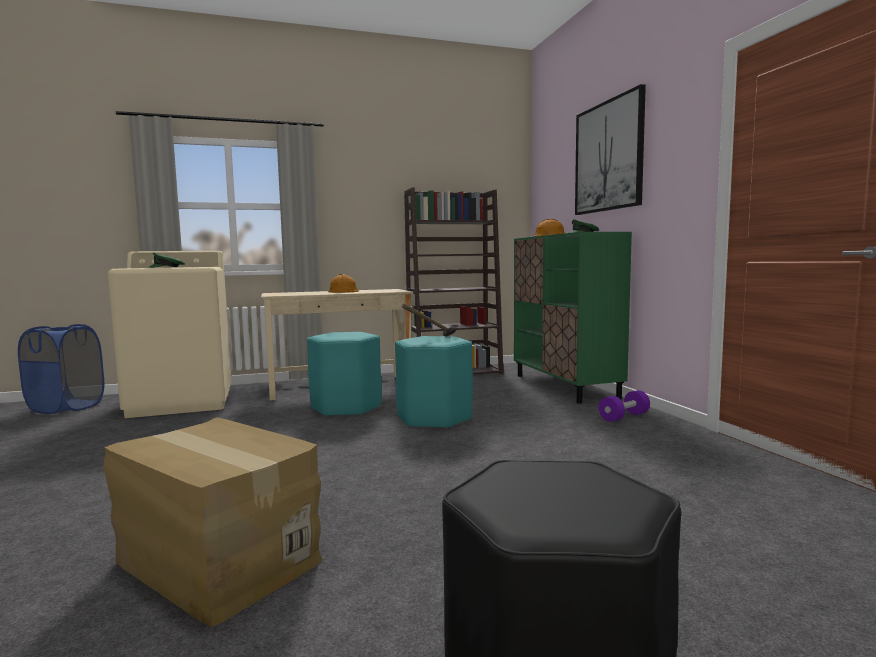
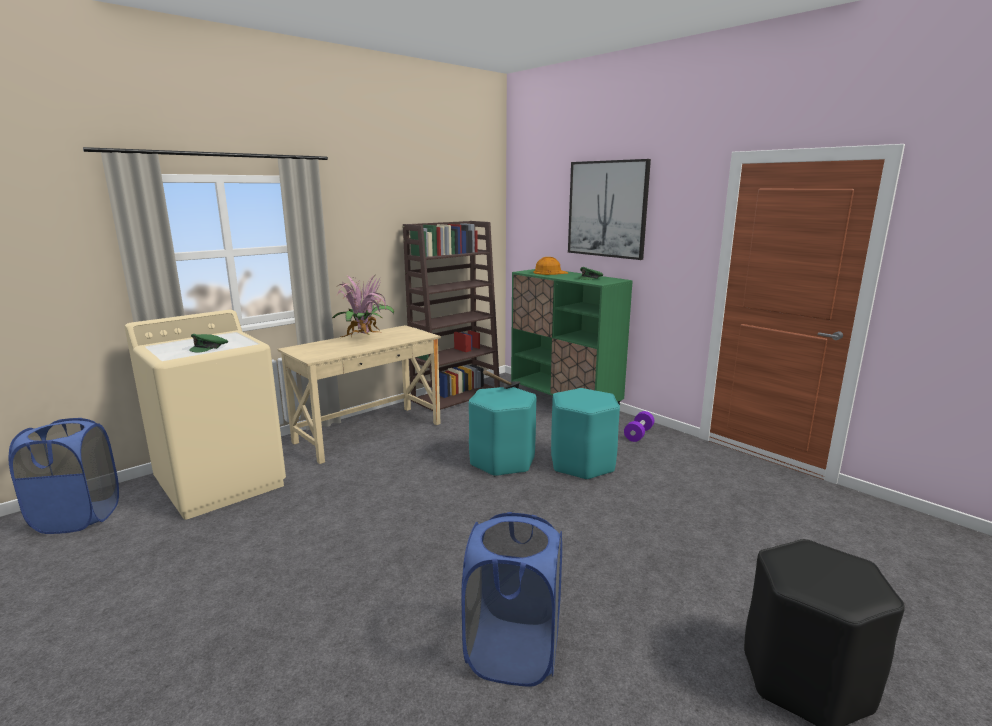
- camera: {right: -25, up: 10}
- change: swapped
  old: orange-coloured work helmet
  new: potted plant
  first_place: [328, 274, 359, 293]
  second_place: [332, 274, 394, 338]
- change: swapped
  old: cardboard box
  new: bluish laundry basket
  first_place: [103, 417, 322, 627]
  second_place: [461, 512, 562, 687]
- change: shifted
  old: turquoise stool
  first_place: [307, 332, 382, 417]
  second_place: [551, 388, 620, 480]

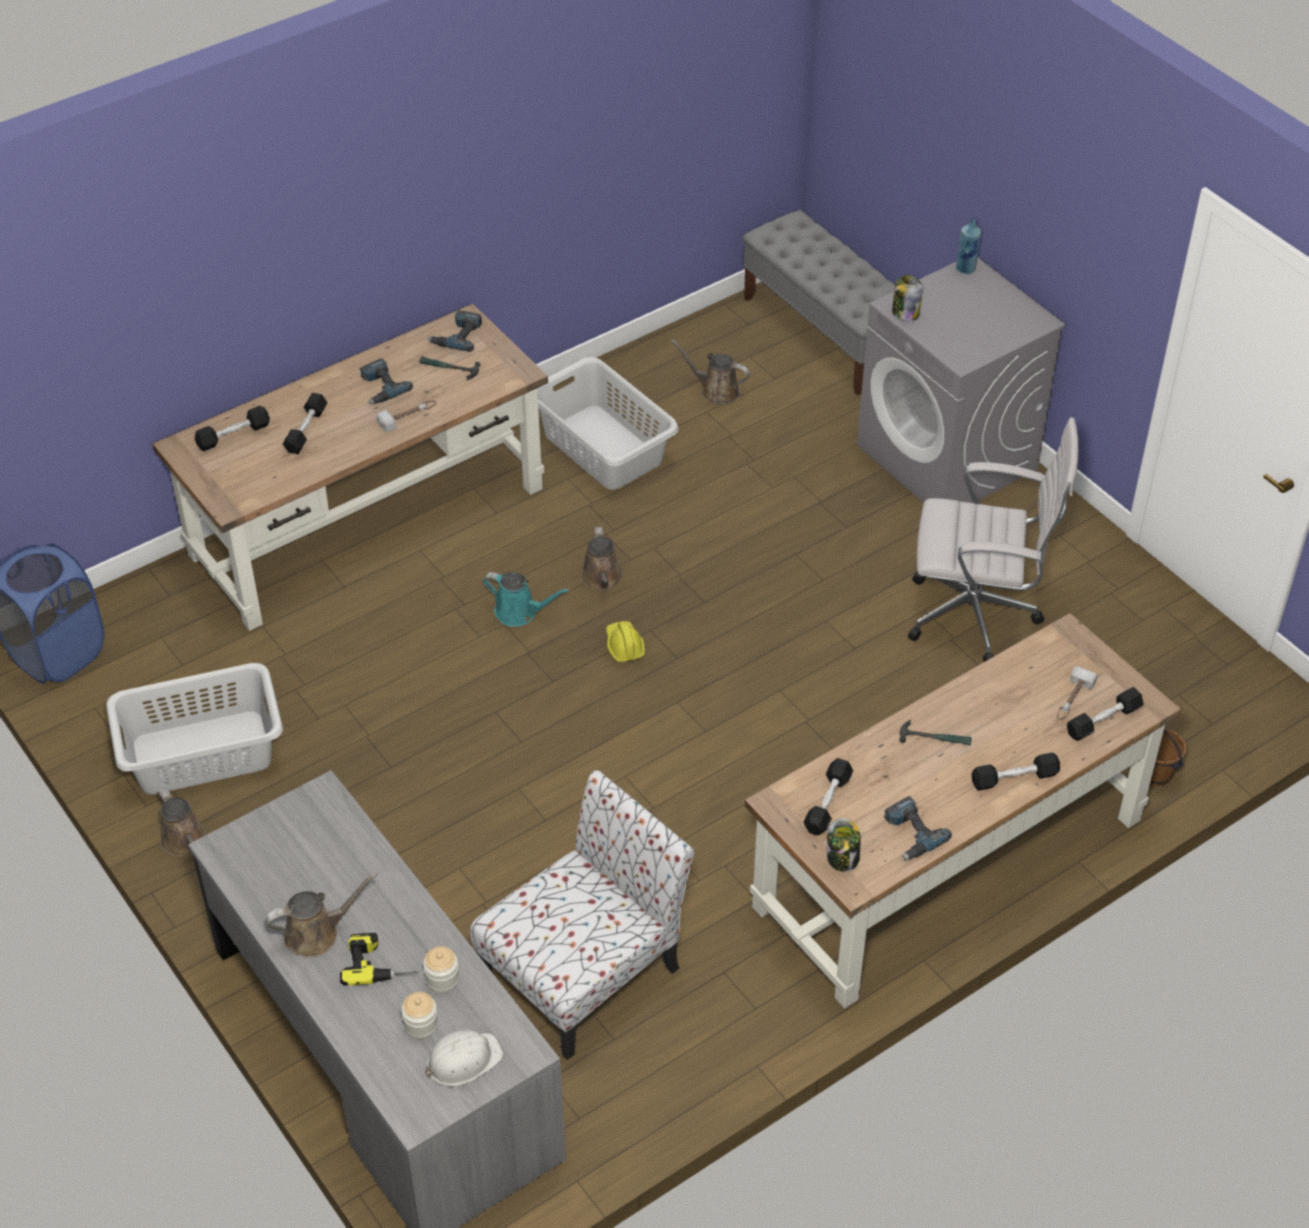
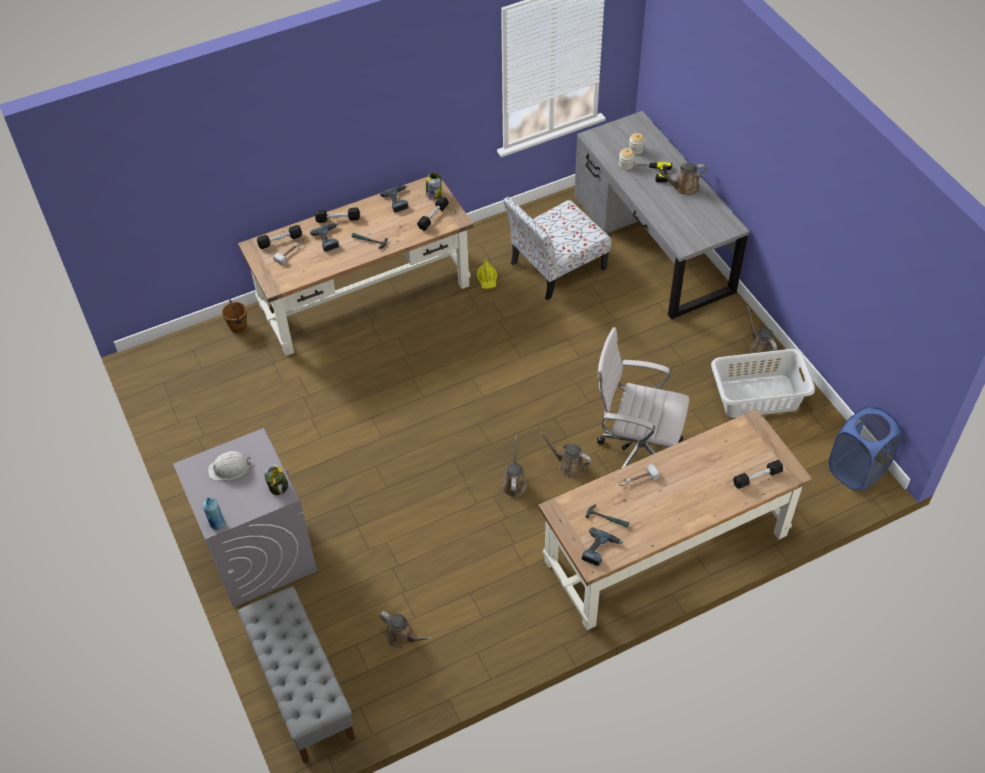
- camera: {right: -170, up: 5}
- change: shifted
  old: whitish work helmet
  first_place: [425, 1030, 503, 1086]
  second_place: [208, 451, 251, 480]
- change: shifted
  old: power drill
  first_place: [360, 359, 413, 404]
  second_place: [310, 223, 339, 252]
- change: shifted
  old: yellow-coloured work helmet
  first_place: [606, 621, 645, 662]
  second_place: [477, 261, 497, 289]
- change: repainted
  old: turquoise watering can
  new: brown-coloured watering can
  first_place: [483, 572, 569, 627]
  second_place: [539, 431, 592, 478]
- change: shifted
  old: whitish desk chair
  first_place: [908, 418, 1078, 662]
  second_place: [597, 327, 689, 468]
- change: gone
  old: black-coloured free weight
  first_place: [283, 393, 327, 454]
- change: gone
  old: grey laundry basket
  first_place: [538, 357, 679, 490]

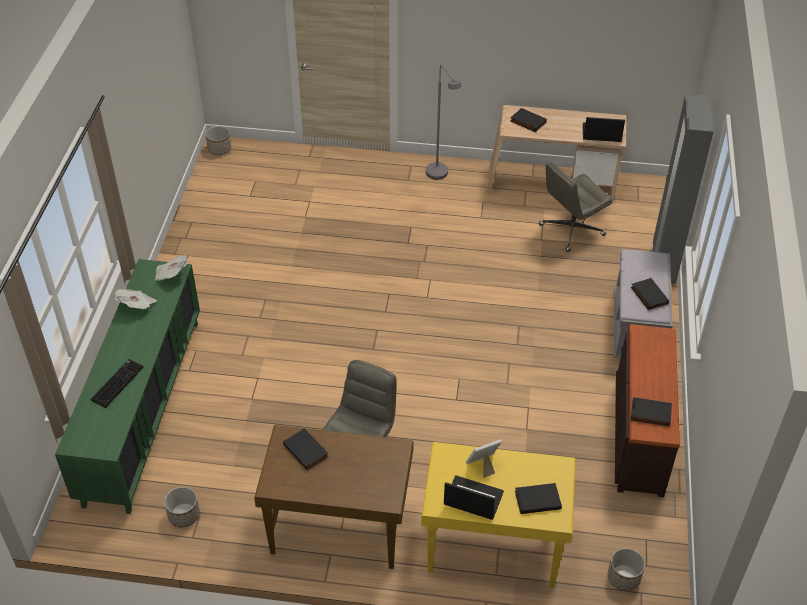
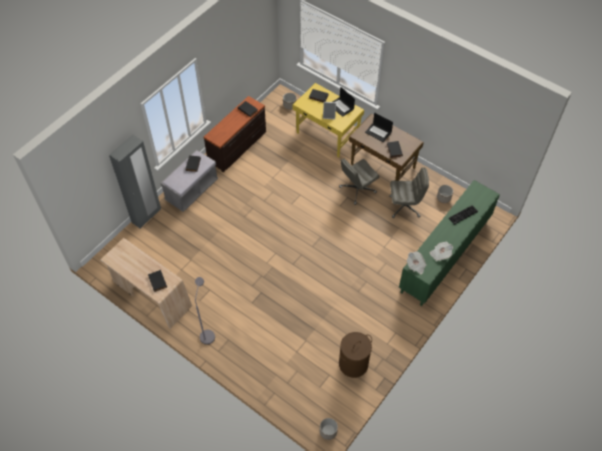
- camera: {right: -150, up: 10}
- change: new
  new: brown-coloured laundry basket
  second_place: [339, 332, 372, 378]
- change: shifted
  old: portable computer
  first_place: [583, 117, 625, 142]
  second_place: [365, 113, 393, 142]
- change: shifted
  old: grey desk chair
  first_place: [539, 162, 612, 252]
  second_place: [389, 167, 429, 218]

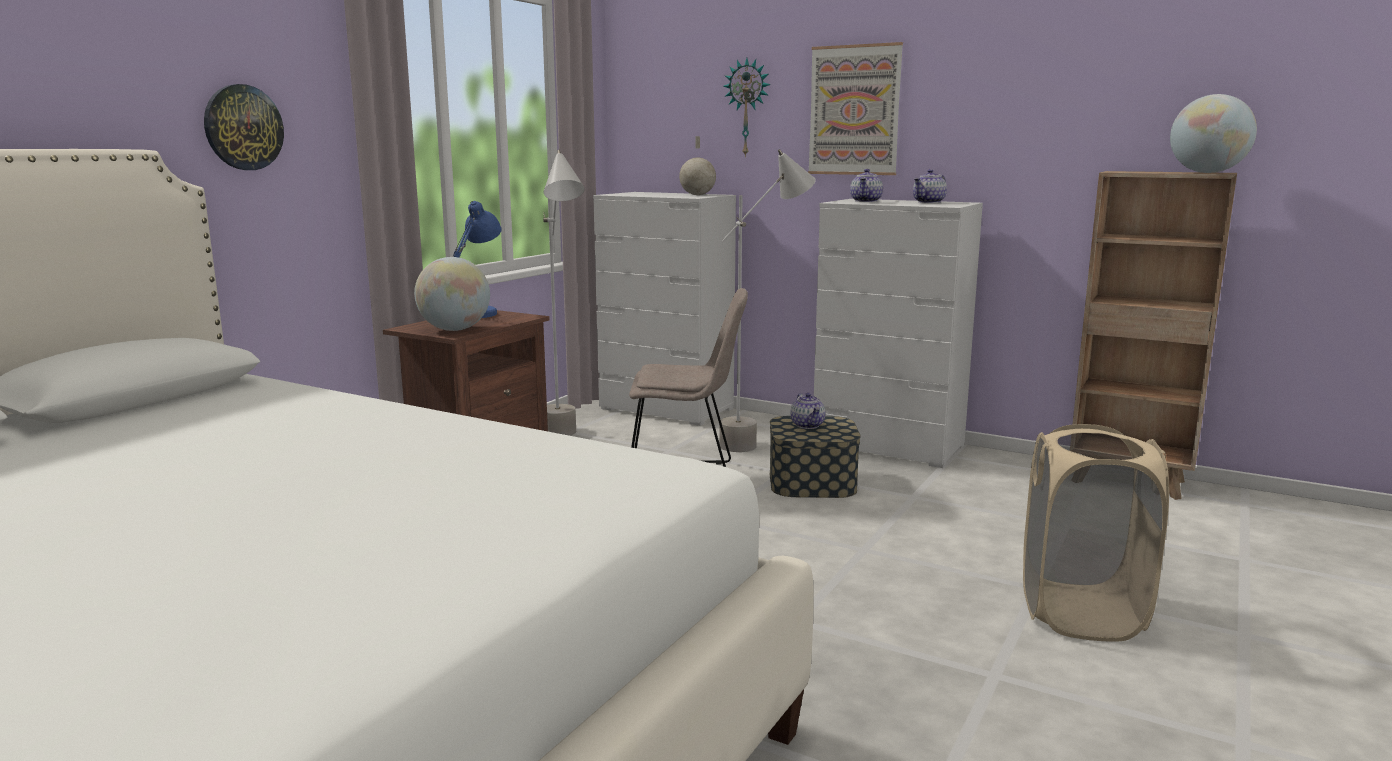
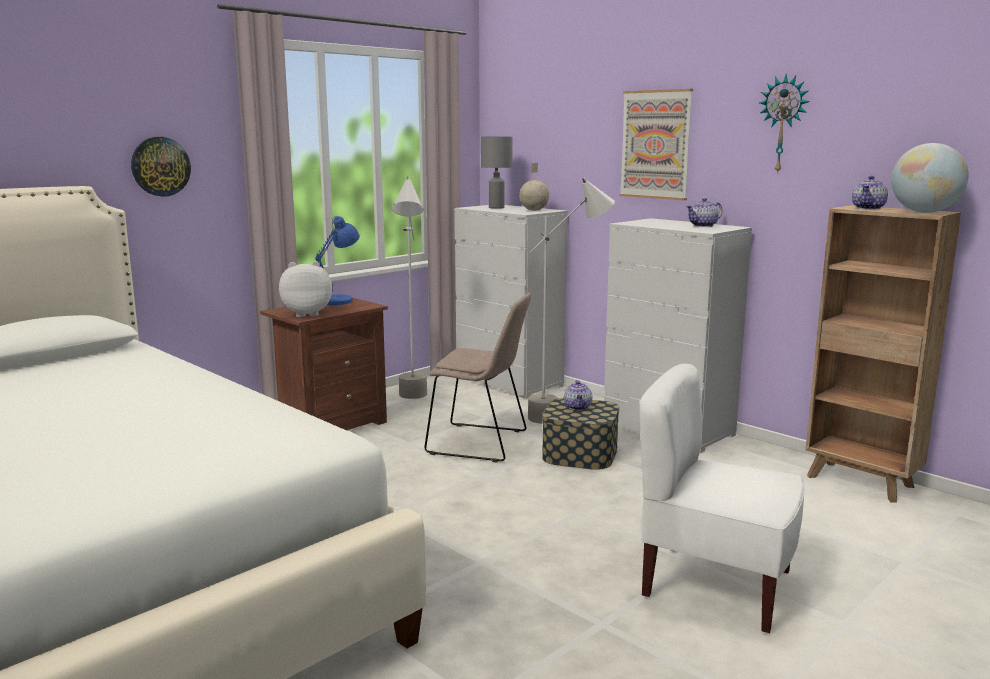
- camera: {right: 15, up: 0}
- change: swapped
  old: world globe
  new: plush toy
  first_place: [414, 257, 490, 331]
  second_place: [279, 261, 332, 317]
- change: new
  new: grey table lamp
  second_place: [481, 136, 513, 209]
- change: swapped
  old: beige laundry basket
  new: whitish chair
  first_place: [1023, 424, 1169, 642]
  second_place: [639, 364, 805, 633]
- change: shifted
  old: wall clock
  first_place: [723, 58, 771, 157]
  second_place: [759, 74, 810, 175]
- change: shifted
  old: tea pot
  first_place: [850, 169, 883, 202]
  second_place: [852, 176, 888, 209]

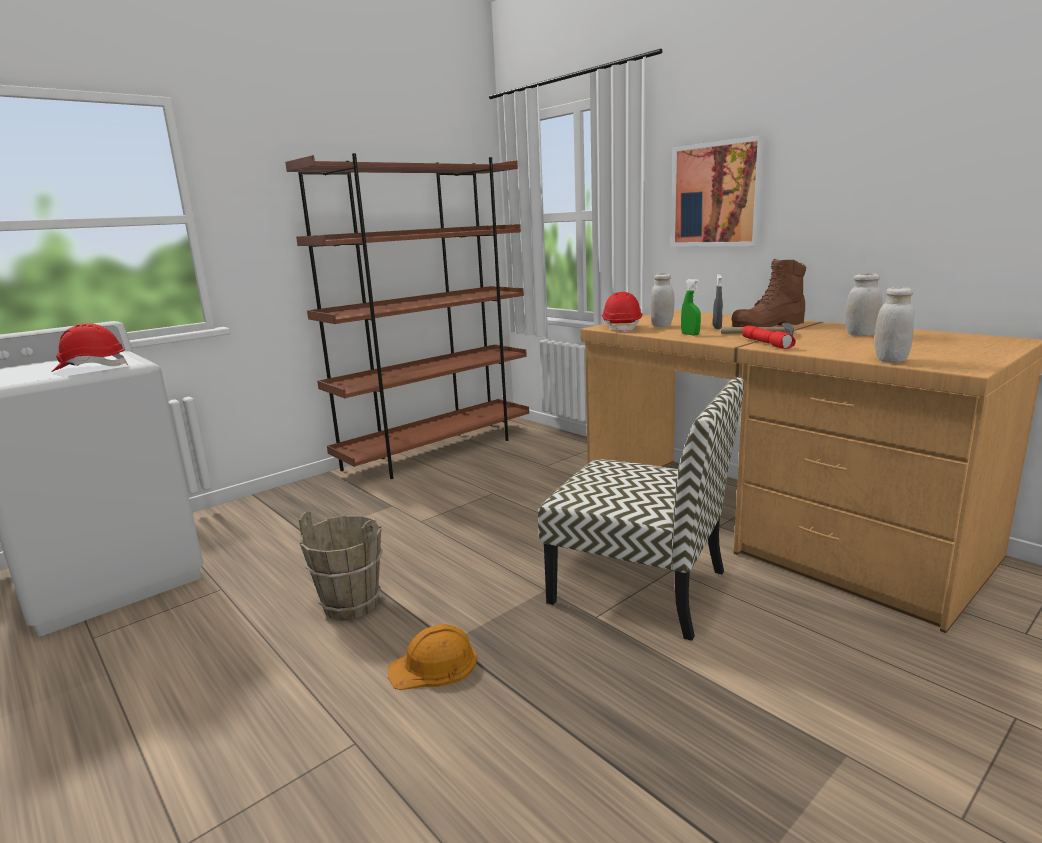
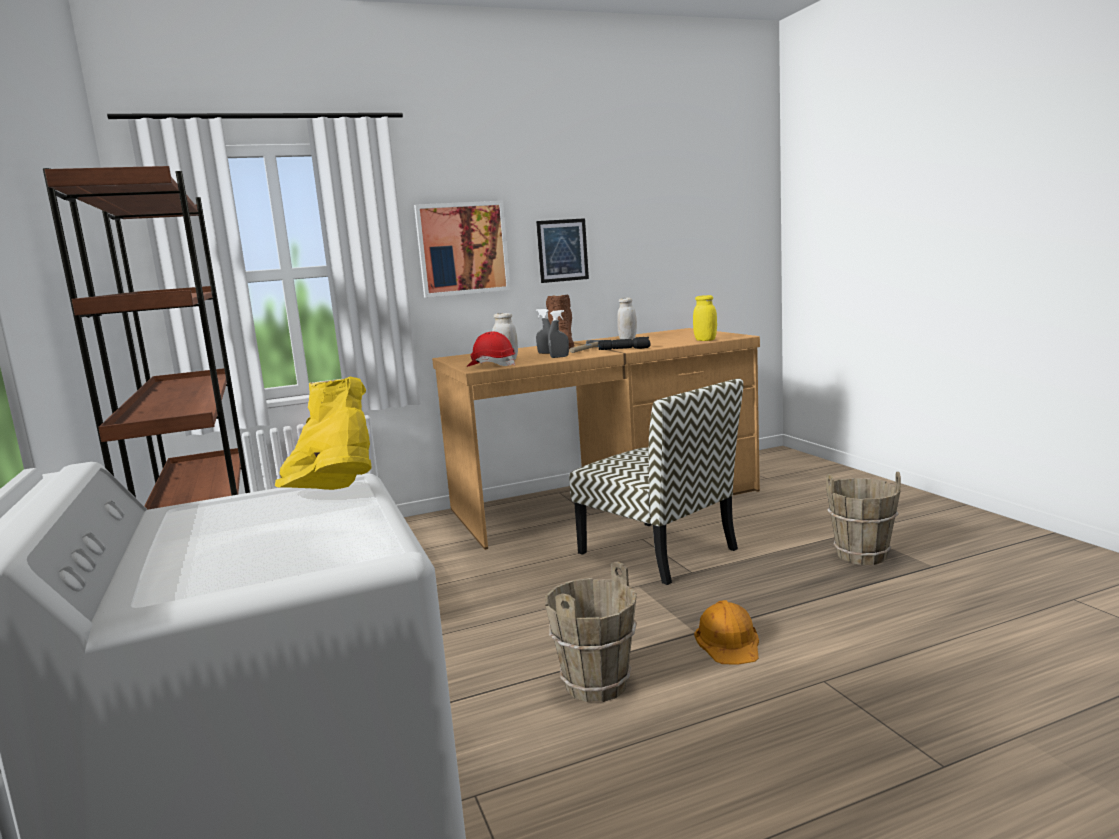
- camera: {right: -70, up: -5}
- change: swapped
  old: reddish work helmet
  new: yellow-coloured boot
  first_place: [51, 323, 128, 372]
  second_place: [275, 376, 372, 490]
- change: new
  new: wall art
  second_place: [536, 218, 589, 283]
- change: repainted
  old: greenish spray bottle
  new: grey spray bottle
  first_place: [681, 279, 701, 336]
  second_place: [548, 310, 569, 358]
- change: rotated
  old: chair
  first_place: [538, 377, 744, 641]
  second_place: [569, 378, 743, 585]
  degrees: 90
- change: repainted
  old: reddish torch
  new: black-coloured torch
  first_place: [742, 326, 796, 349]
  second_place: [598, 337, 651, 350]
- change: repainted
  old: whitish storage jar
  new: yellow-coloured storage jar
  first_place: [874, 287, 915, 363]
  second_place: [693, 295, 717, 341]
- change: new
  new: brown-coloured water bucket
  second_place: [826, 472, 901, 565]

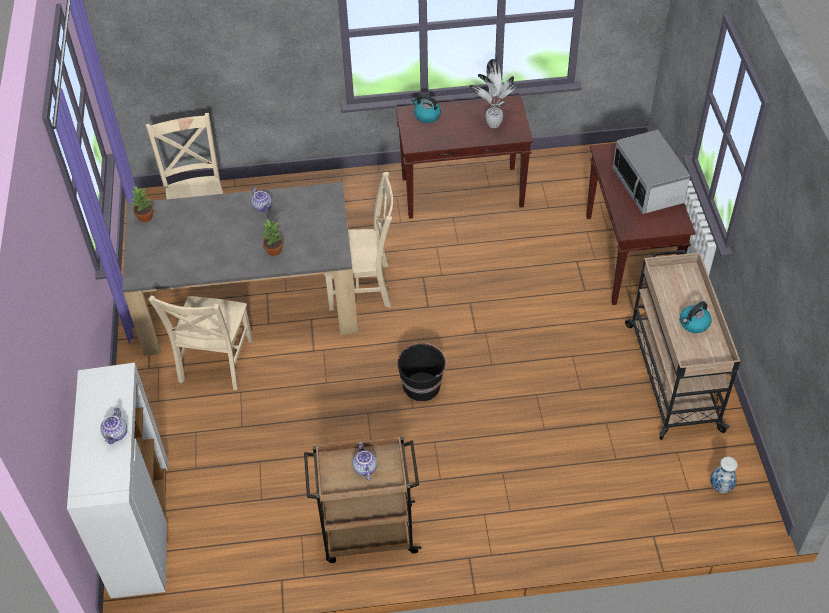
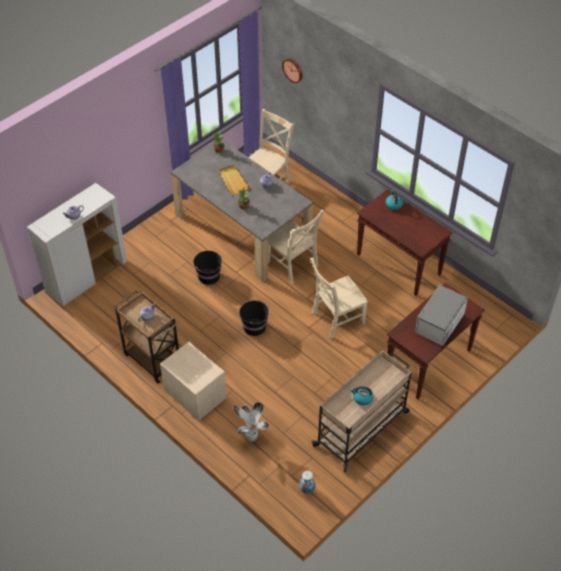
- camera: {right: 50, up: 0}
- change: new
  new: beige night table
  second_place: [160, 342, 226, 421]
- change: new
  new: black-coloured water bucket
  second_place: [194, 251, 223, 285]
- change: new
  new: beige carrying tray
  second_place: [218, 165, 250, 195]
- change: shifted
  old: potted plant
  first_place: [469, 59, 516, 128]
  second_place: [234, 402, 269, 442]
- change: new
  new: wall clock
  second_place: [282, 59, 302, 83]
- change: shifted
  old: beige chair
  first_place: [148, 295, 253, 390]
  second_place: [310, 258, 368, 339]

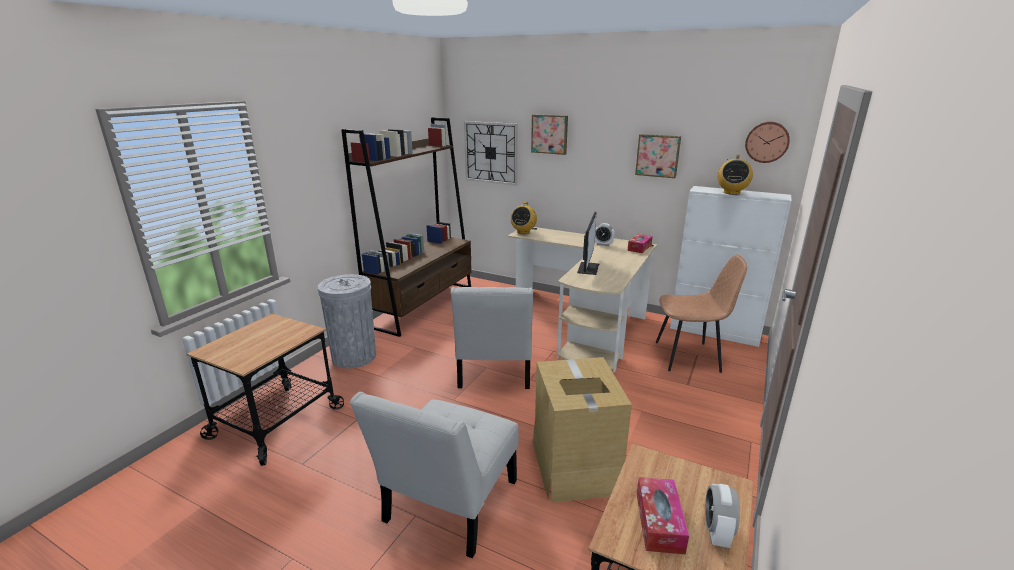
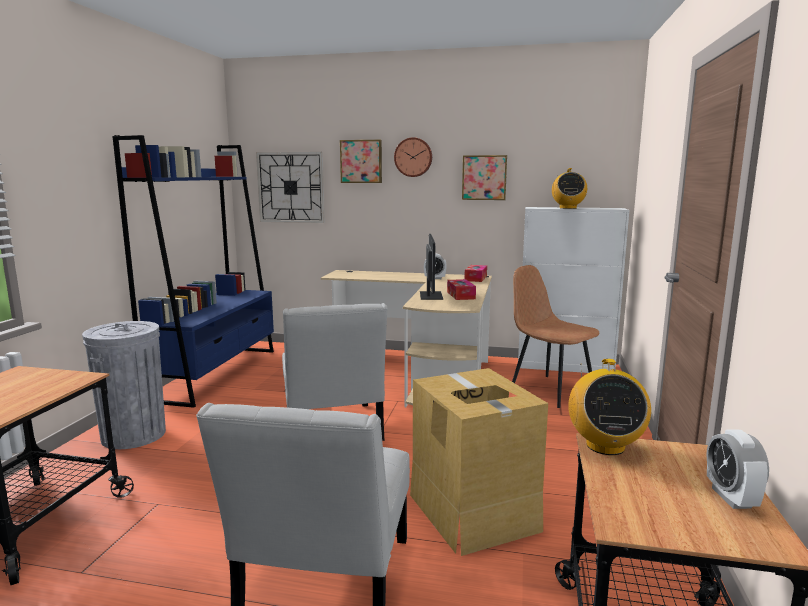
- camera: {right: -15, up: -10}
- change: repainted
  old: brown-coloured bookcase
  new: bluish bookcase
  first_place: [341, 117, 472, 337]
  second_place: [112, 135, 274, 408]
- change: shifted
  old: wall clock
  first_place: [745, 122, 790, 163]
  second_place: [394, 137, 432, 177]
- change: shifted
  old: box of tissues
  first_place: [636, 477, 689, 554]
  second_place: [447, 279, 476, 300]
- change: rotated
  old: brown-coloured chair
  first_place: [656, 254, 747, 373]
  second_place: [512, 265, 600, 408]
  degrees: -120
- change: shifted
  old: radio set
  first_place: [511, 202, 537, 234]
  second_place: [568, 359, 651, 455]

